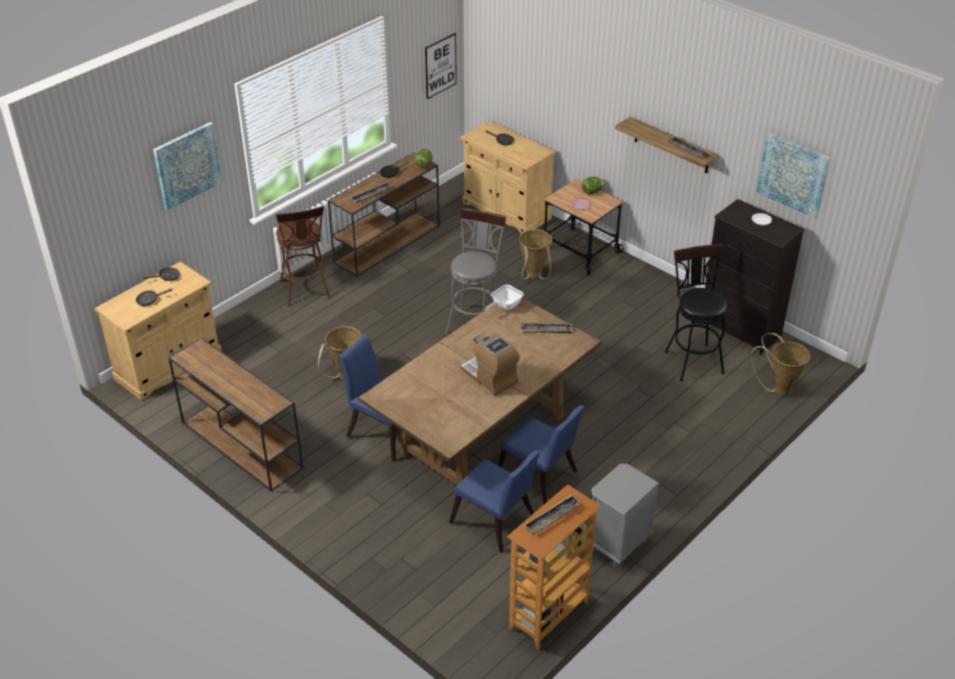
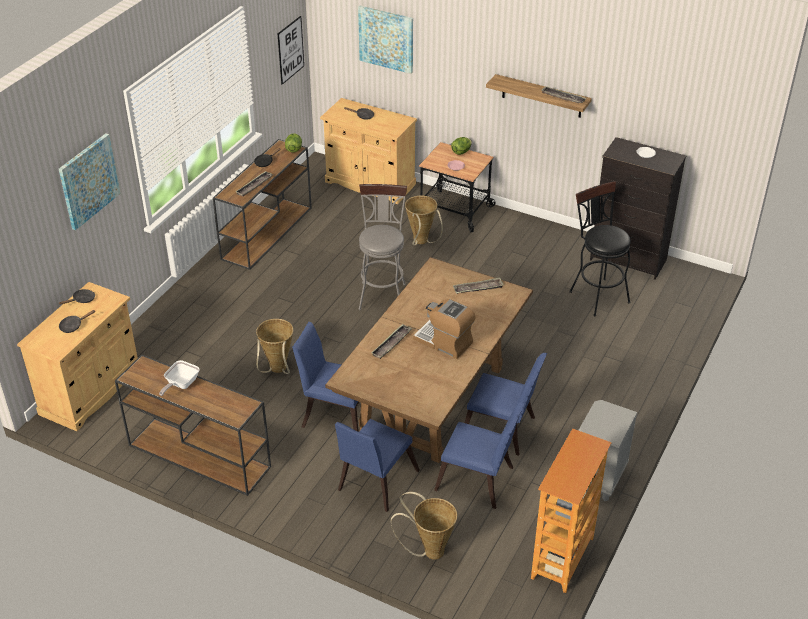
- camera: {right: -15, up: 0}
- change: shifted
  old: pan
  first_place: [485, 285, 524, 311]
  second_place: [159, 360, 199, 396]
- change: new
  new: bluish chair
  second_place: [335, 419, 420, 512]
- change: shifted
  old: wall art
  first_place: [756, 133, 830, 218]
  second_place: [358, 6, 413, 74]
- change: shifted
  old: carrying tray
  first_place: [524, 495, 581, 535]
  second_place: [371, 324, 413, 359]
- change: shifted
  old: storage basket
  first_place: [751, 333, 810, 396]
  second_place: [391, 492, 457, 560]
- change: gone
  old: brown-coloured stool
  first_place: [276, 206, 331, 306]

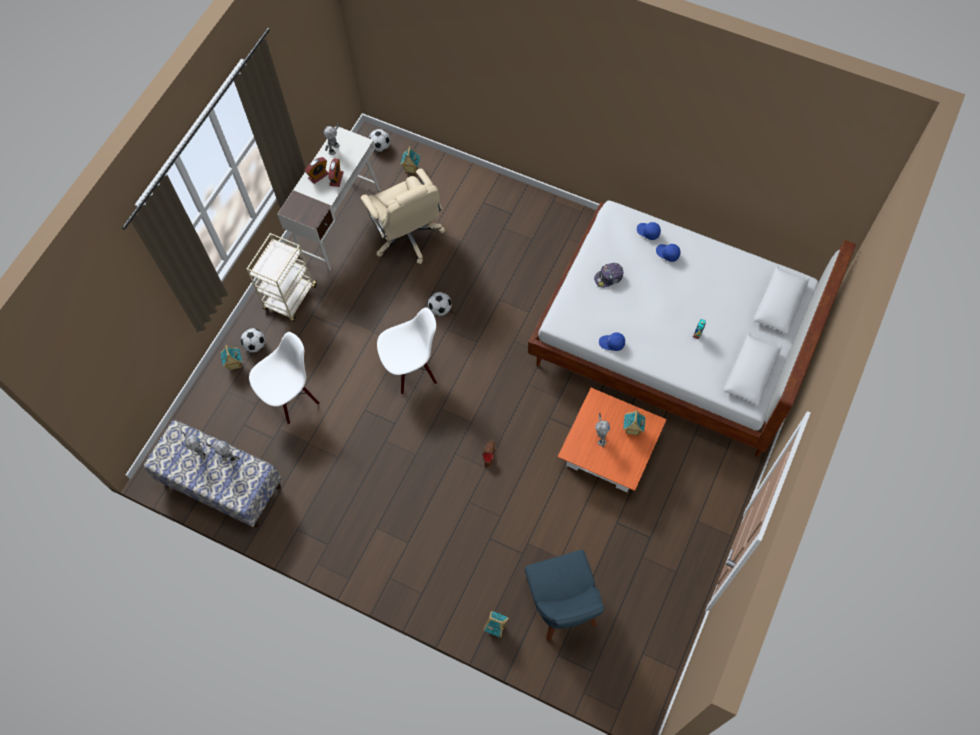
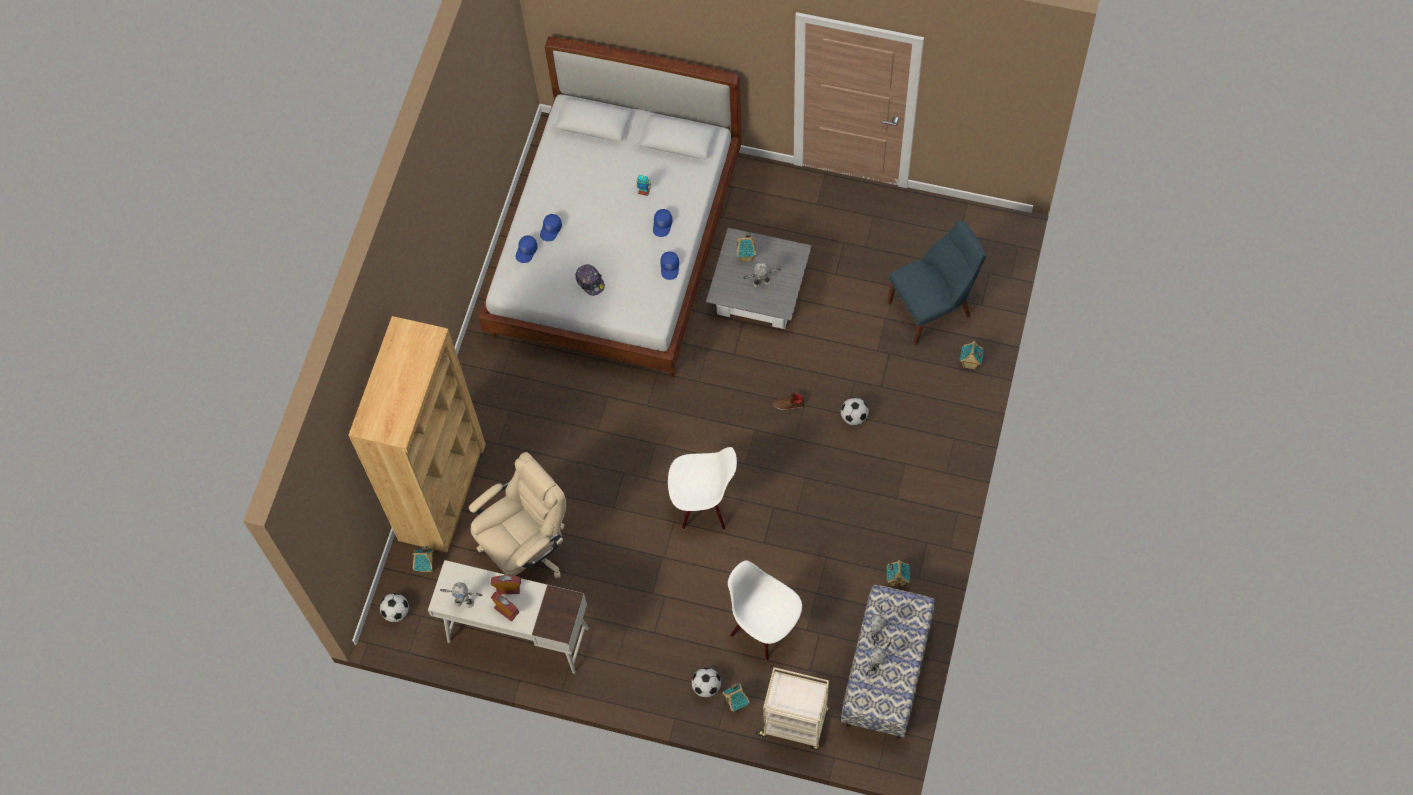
- camera: {right: -100, up: 0}
- change: new
  new: brown-coloured bookcase
  second_place: [348, 316, 486, 552]
- change: new
  new: bluish baseball cap
  second_place: [653, 209, 673, 237]
- change: rotated
  old: whitish chair
  first_place: [377, 307, 437, 394]
  second_place: [668, 447, 737, 530]
  degrees: 120
- change: repainted
  old: orange-coloured low table
  new: grey low table
  first_place: [558, 388, 667, 492]
  second_place: [706, 228, 812, 329]
- change: shifted
  old: beige wheeled cart
  first_place: [247, 233, 317, 322]
  second_place: [756, 667, 829, 750]
- change: shifted
  old: football
  first_place: [428, 292, 452, 316]
  second_place: [841, 397, 869, 425]
- change: new
  new: model house
  second_place: [887, 560, 910, 587]

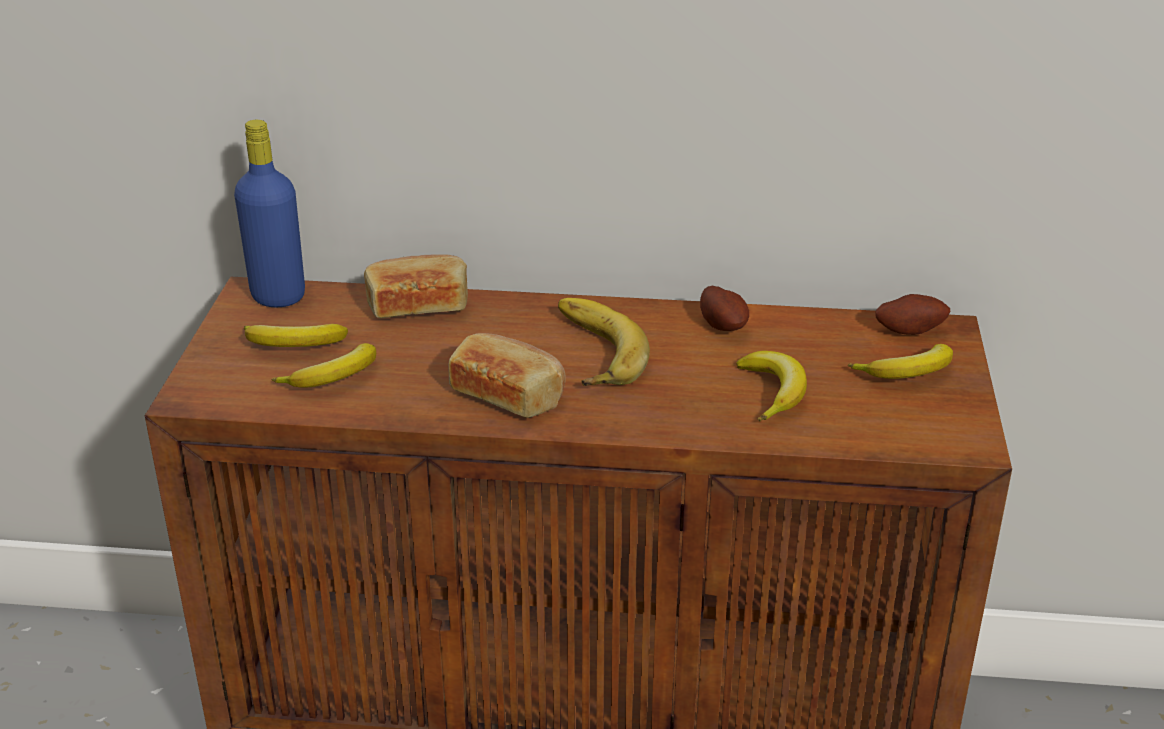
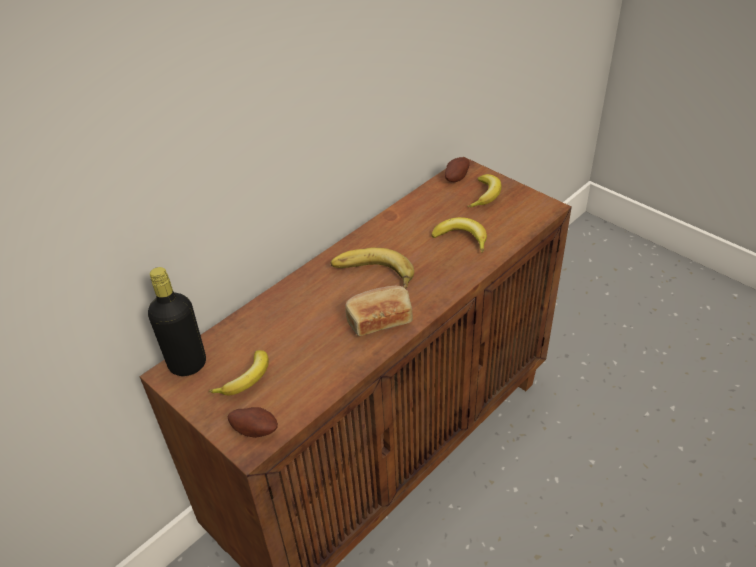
- camera: {right: -50, up: 10}
- change: repainted
  old: bluish beverage bottle
  new: black-coloured beverage bottle
  first_place: [234, 120, 305, 307]
  second_place: [148, 267, 206, 376]
- change: shifted
  old: whole potato
  first_place: [700, 286, 749, 331]
  second_place: [227, 407, 278, 438]
- change: gone
  old: banana fruit
  first_place: [271, 343, 376, 388]
- change: gone
  old: bakery bread
  first_place: [364, 255, 468, 318]

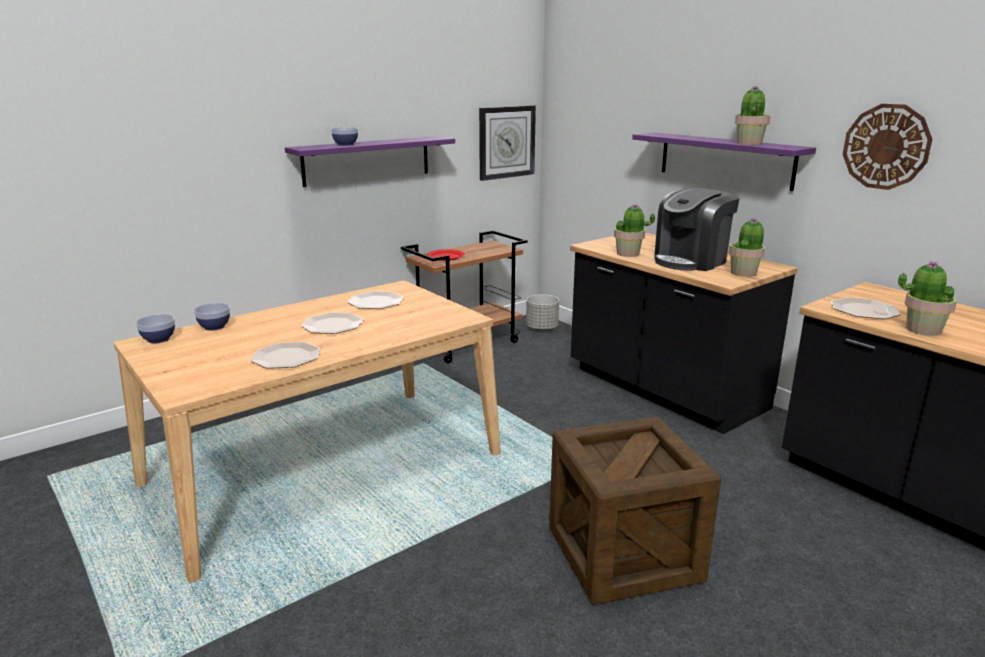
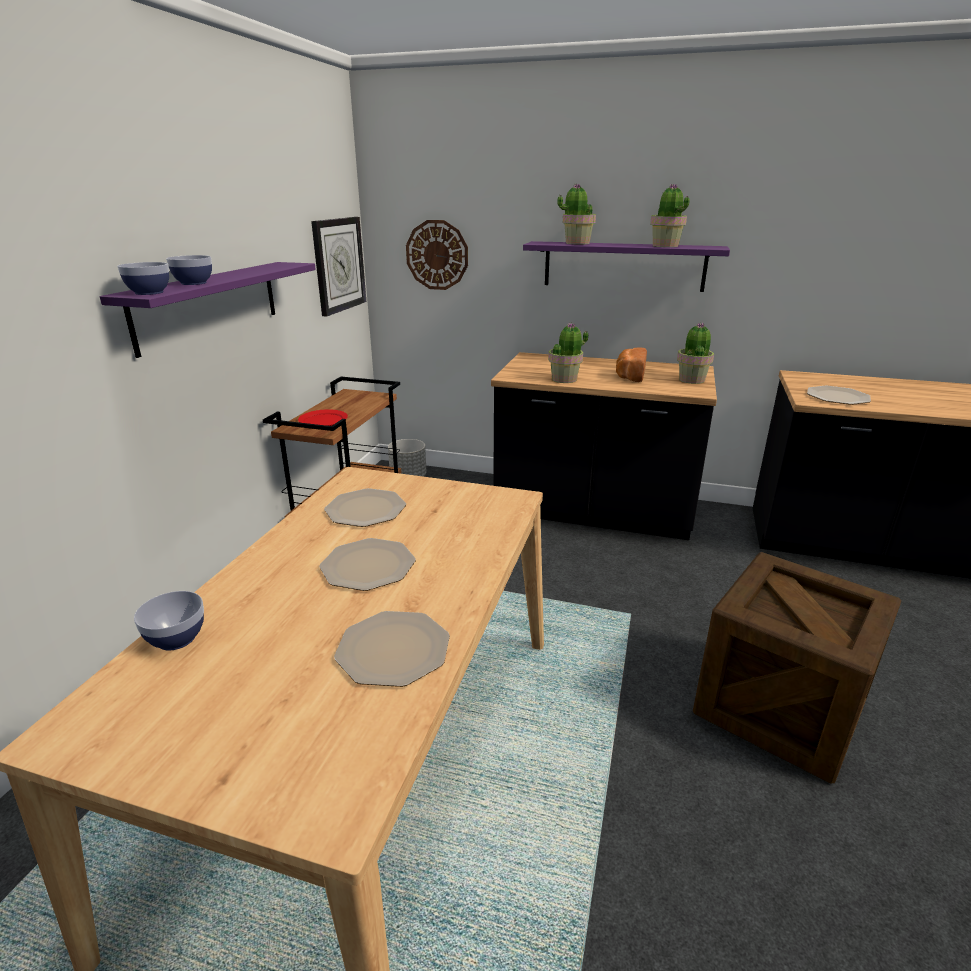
- camera: {right: -35, up: 5}
- change: shifted
  old: bowl
  first_place: [136, 314, 175, 343]
  second_place: [117, 262, 169, 295]
- change: shifted
  old: wall clock
  first_place: [843, 104, 932, 190]
  second_place: [406, 220, 468, 290]
- change: shifted
  old: potted plant
  first_place: [898, 260, 957, 336]
  second_place: [557, 184, 596, 245]
- change: swapped
  old: coffee maker
  new: bakery bread
  first_place: [654, 188, 740, 271]
  second_place: [616, 347, 647, 382]

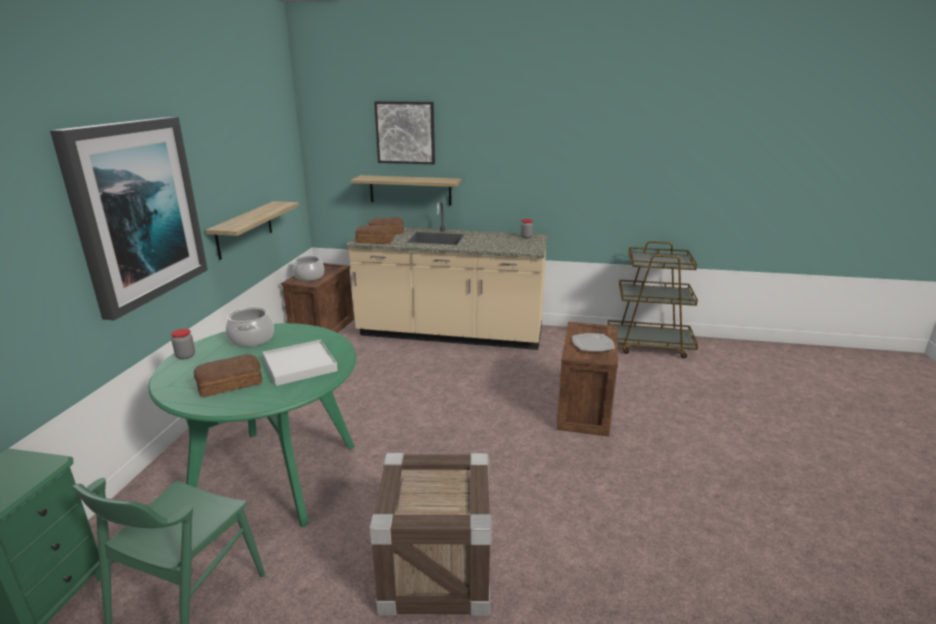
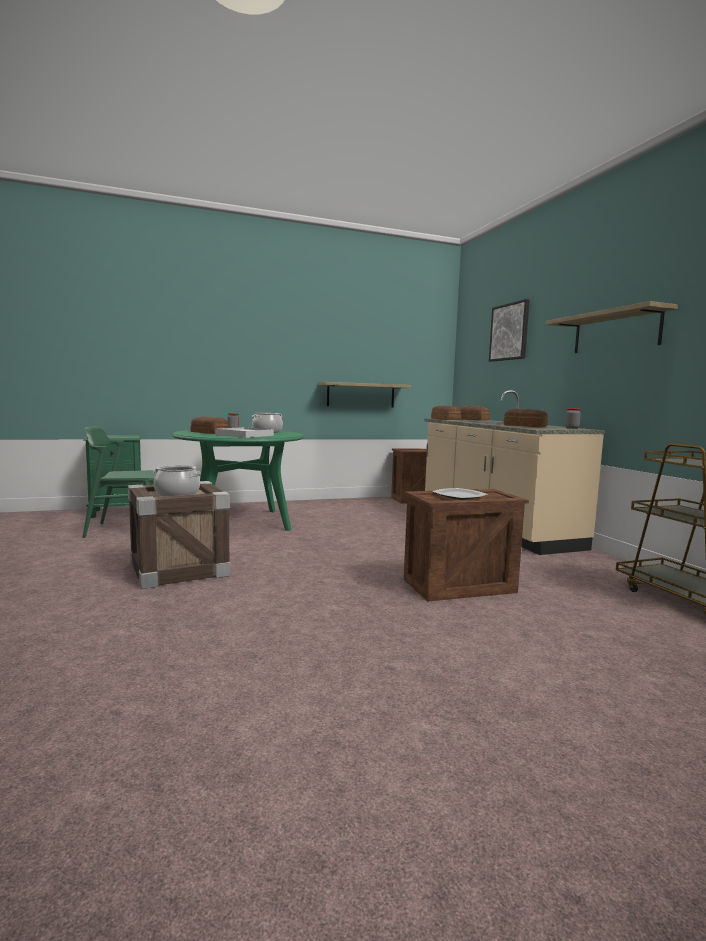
- camera: {right: 60, up: -15}
- change: shifted
  old: cooking pot
  first_place: [293, 256, 324, 281]
  second_place: [153, 465, 201, 497]
- change: new
  new: bakery bread
  second_place: [503, 409, 548, 427]
- change: shifted
  old: bracket shelf
  first_place: [351, 175, 461, 205]
  second_place: [545, 301, 678, 353]
- change: gone
  old: wall art
  first_place: [50, 117, 208, 320]

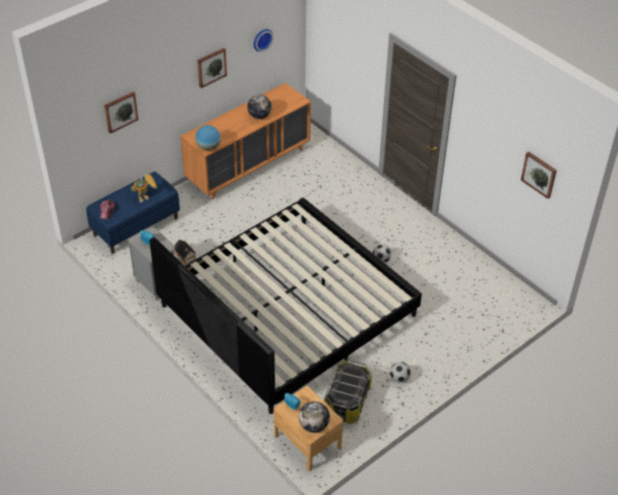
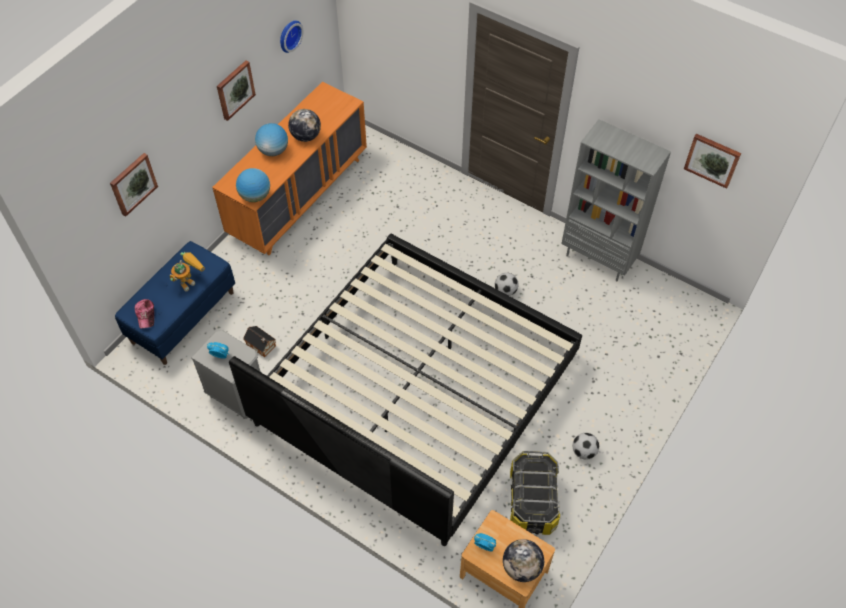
- camera: {right: -15, up: 10}
- change: new
  new: world globe
  second_place: [255, 123, 288, 156]
- change: new
  new: grey bookcase
  second_place: [561, 119, 671, 281]

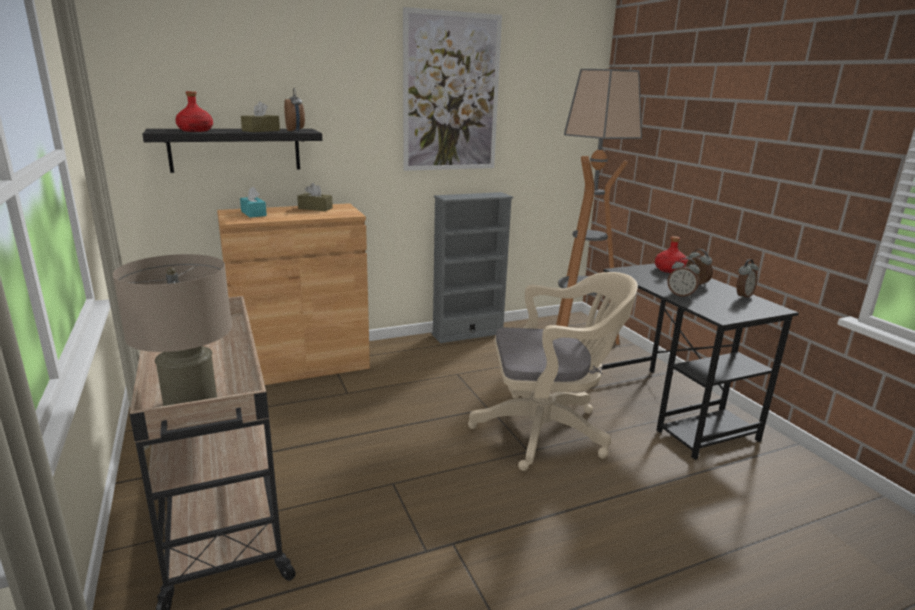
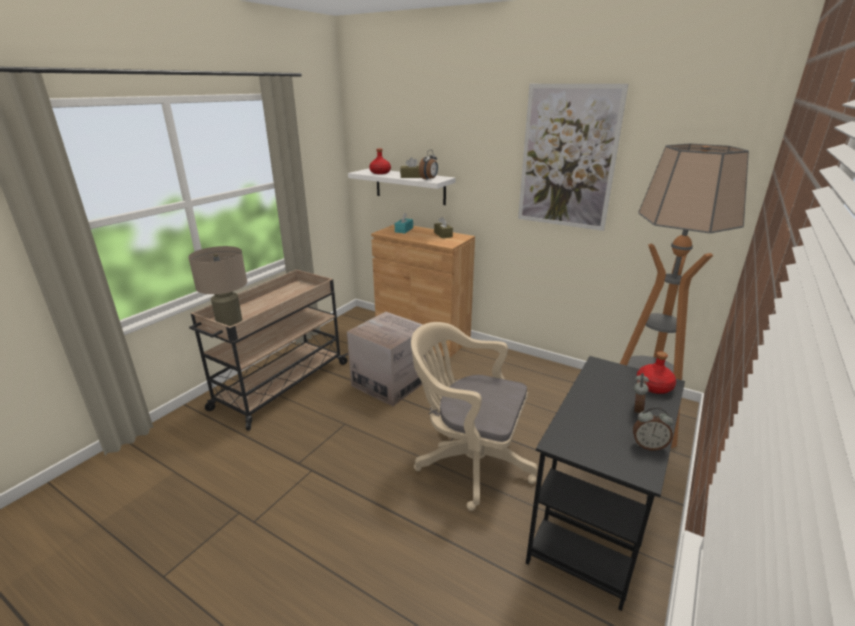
- camera: {right: 55, up: 5}
- change: new
  new: cardboard box
  second_place: [347, 312, 429, 406]
- change: repainted
  old: black-coloured bracket shelf
  new: whitish bracket shelf
  first_place: [142, 129, 322, 173]
  second_place: [348, 168, 456, 205]
- change: rotated
  old: beige desk chair
  first_place: [468, 272, 638, 471]
  second_place: [411, 322, 538, 511]
  degrees: 150
- change: gone
  old: grey bookcase
  first_place: [432, 192, 513, 343]
- change: gone
  old: bedside clock
  first_place: [667, 258, 700, 298]

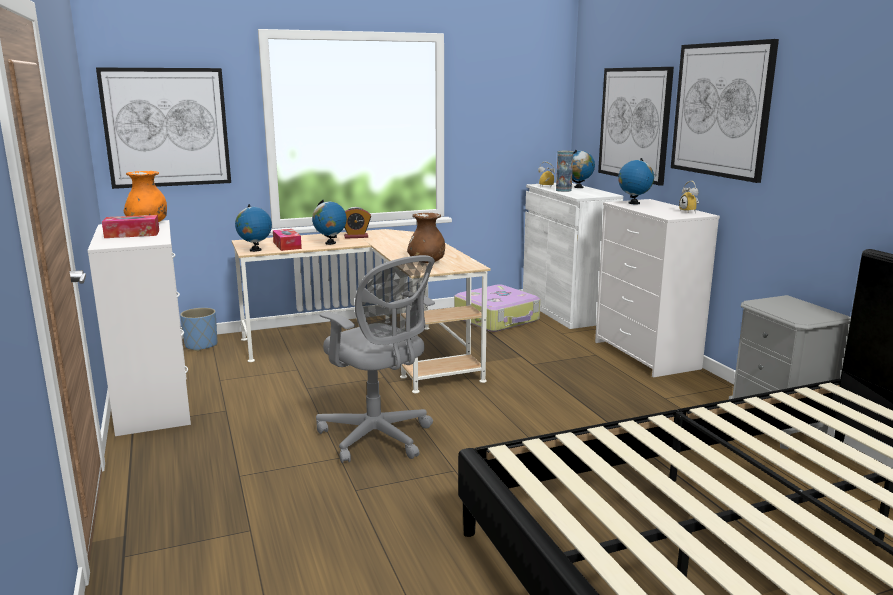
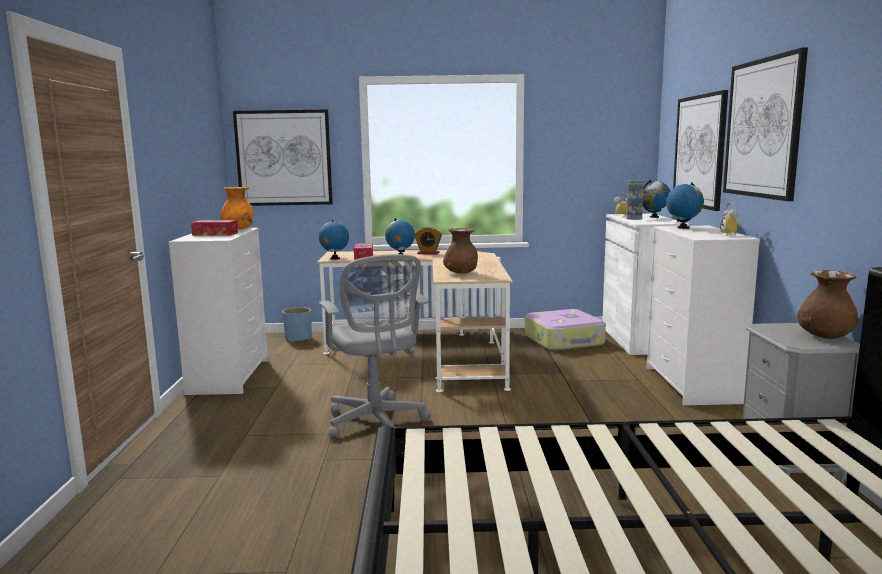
- camera: {right: 20, up: -5}
- change: new
  new: brown-coloured decorative vase
  second_place: [797, 270, 858, 339]

